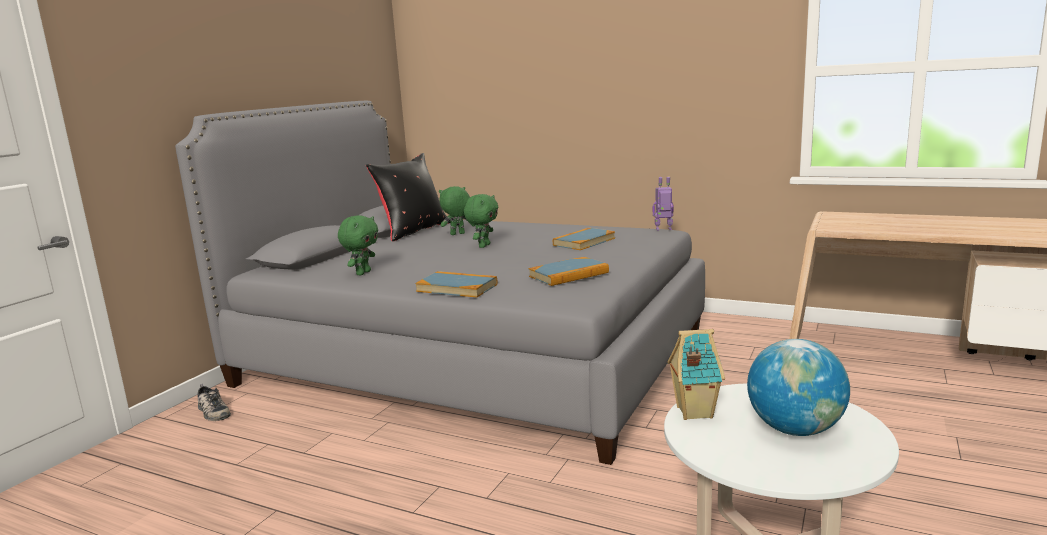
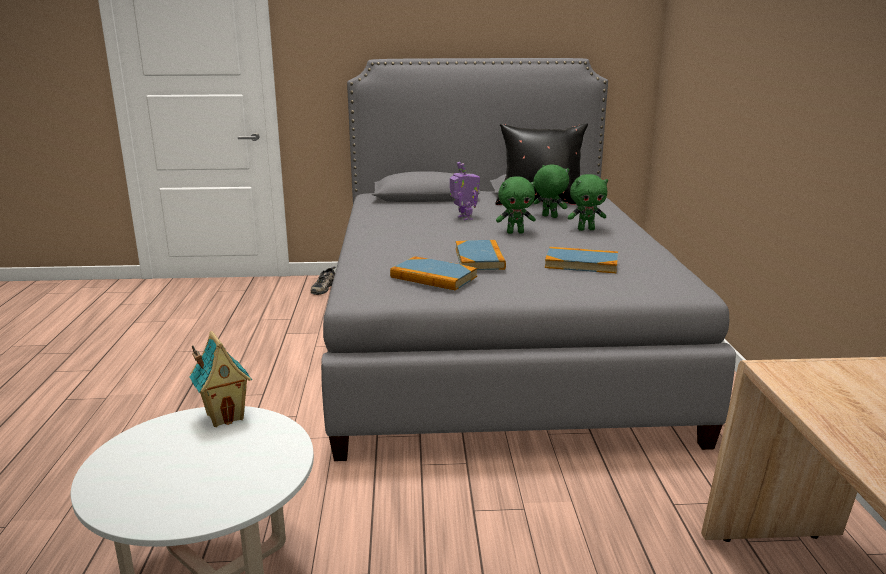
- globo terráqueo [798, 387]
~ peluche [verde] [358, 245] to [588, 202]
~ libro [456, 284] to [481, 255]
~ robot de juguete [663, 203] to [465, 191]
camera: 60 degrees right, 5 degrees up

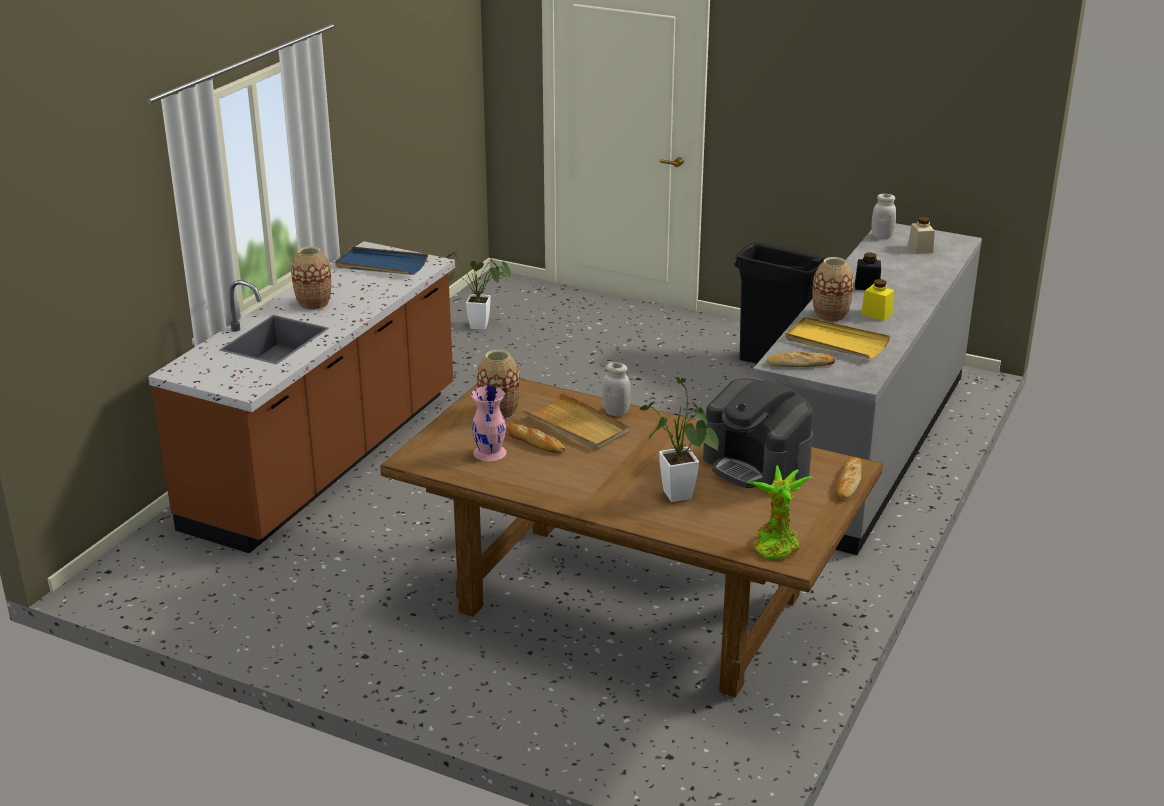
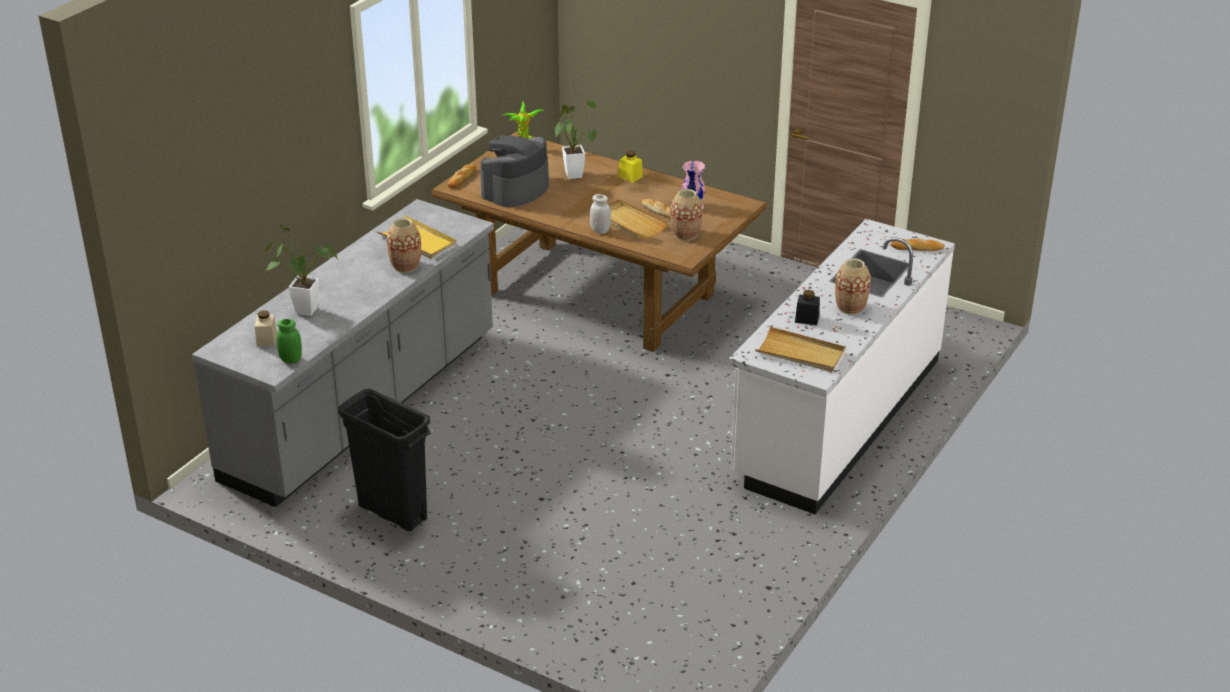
~ planta en maceta [479, 290] to [301, 270]
~ pan [801, 359] to [918, 244]
~ tarro [negro] [868, 271] to [807, 307]
~ tarro [amarillo] [877, 300] to [631, 166]
~ mueble bajo de cocina [marrón] [301, 397] to mueble bajo de cocina [blanco] [842, 366]
~ bandeja [azul] [381, 261] to bandeja [beis] [800, 349]
~ tarro [blanco] [884, 216] to tarro [verde] [289, 341]
~ cafetera [758, 435] = [514, 171] 105 degrees counterclockwise
camera: 175 degrees left, 5 degrees up

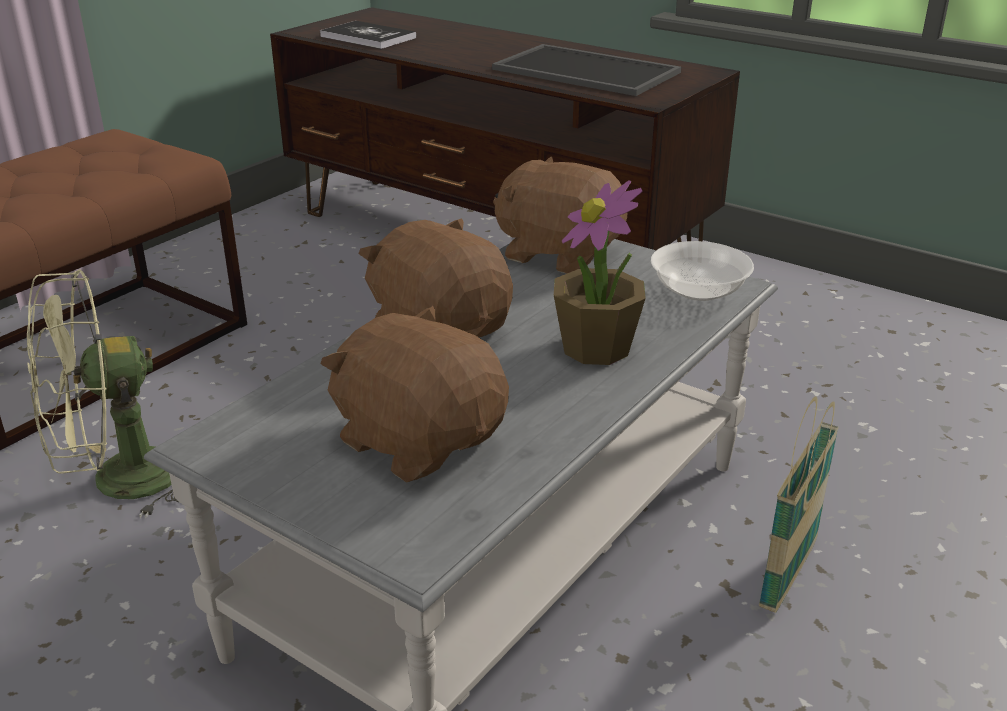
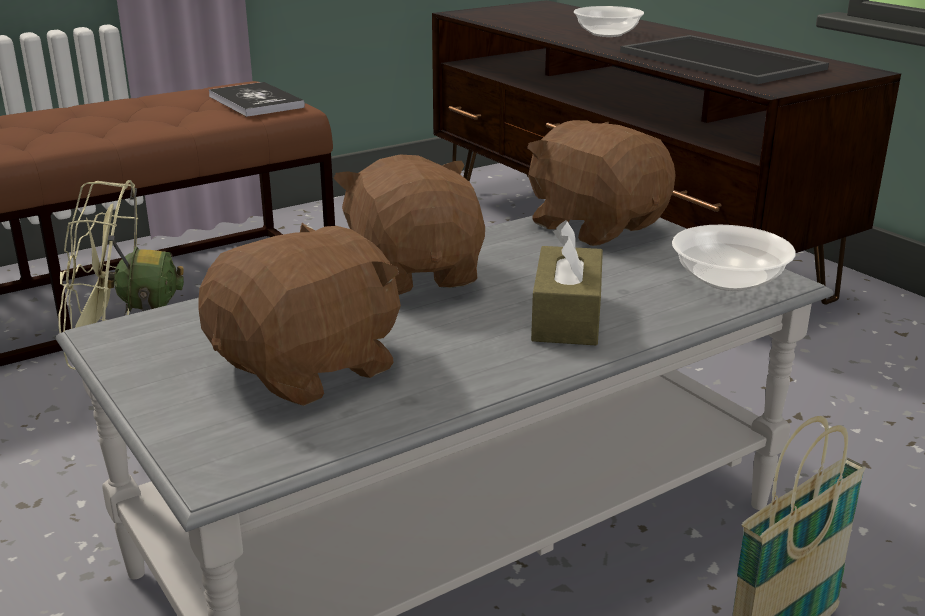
+ cuenco [609, 21]
~ libro [368, 35] to [257, 99]
~ planta en maceta [600, 273] to caja de pañuelos [marrón] [567, 282]
~ peluche [marrón] [414, 394] = [299, 314] 75 degrees clockwise
camera: 20 degrees right, 5 degrees down

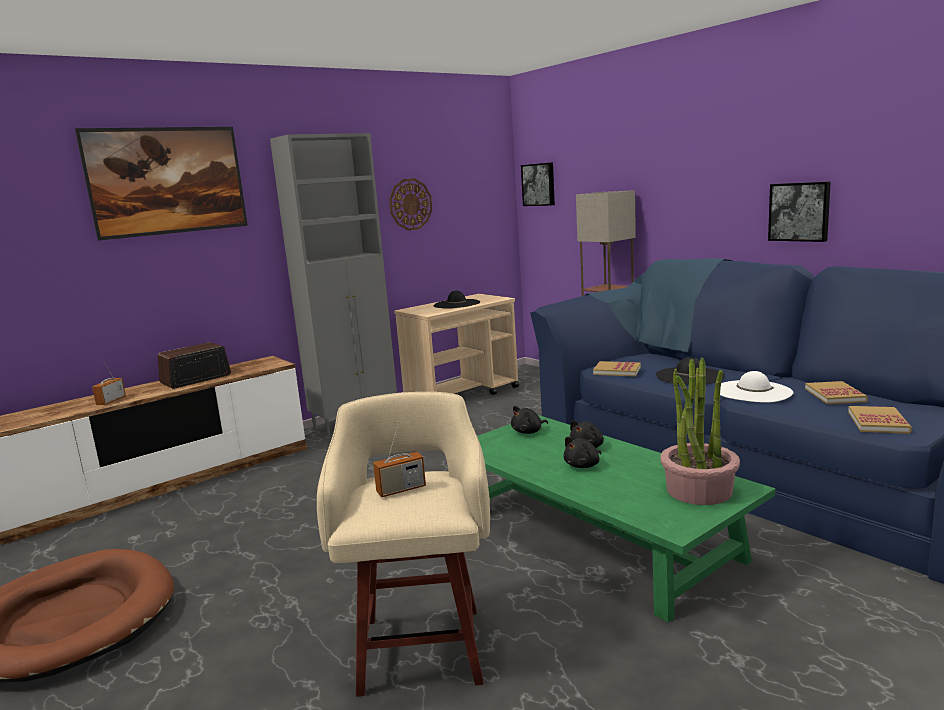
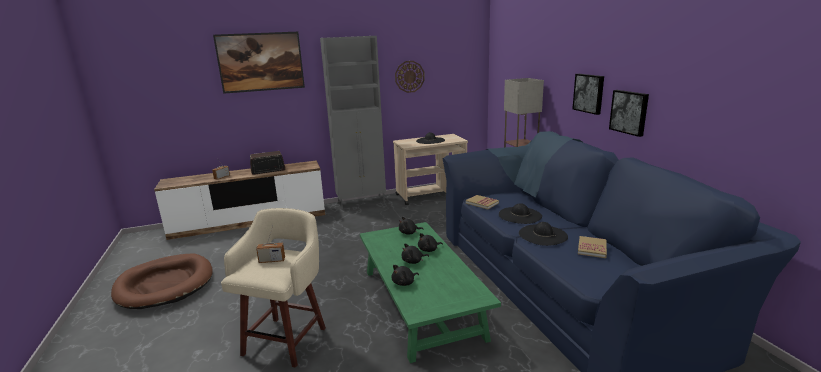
- planta en maceta [700, 431]
- libro [880, 420]
+ peluche [negro] [405, 275]
~ cuadro [538, 184] to [588, 94]
~ sombrero [blanco] [756, 387] to sombrero [negro] [543, 234]
camera: 20 degrees right, 5 degrees up

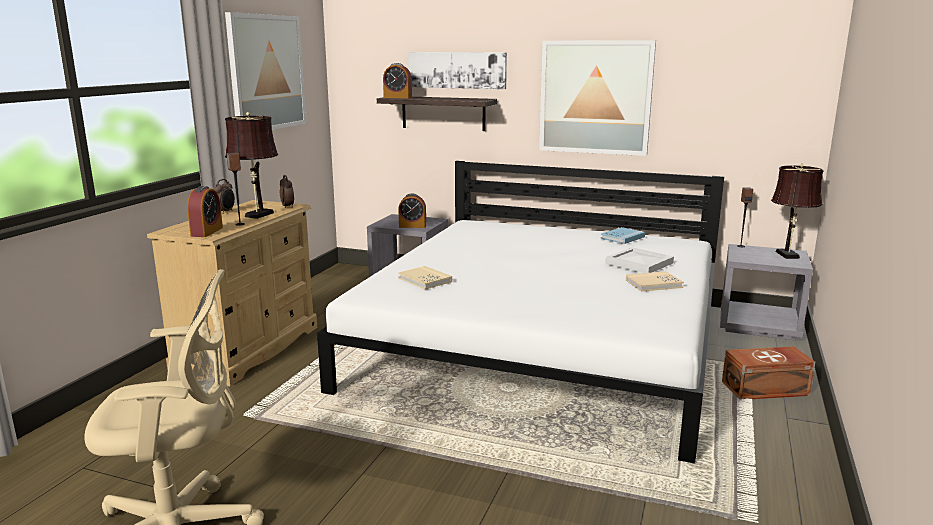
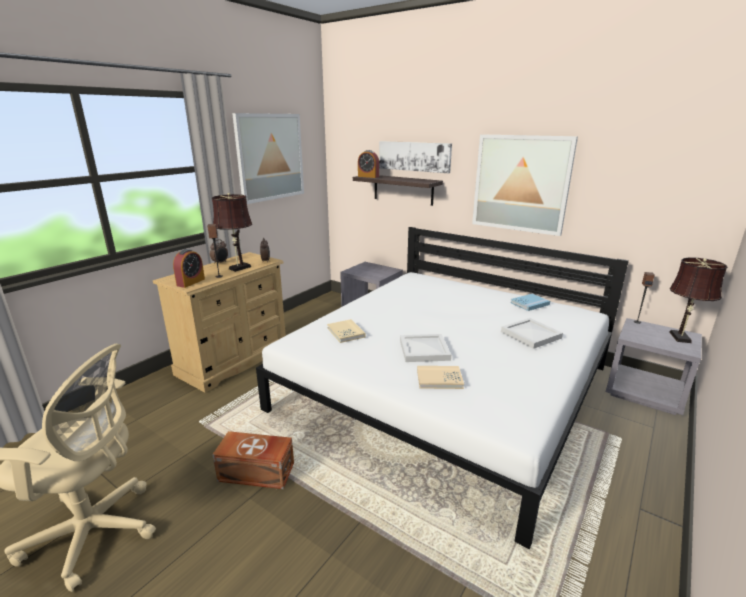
- despertador [412, 210]
+ bandeja [blanco] [425, 348]
~ libro [beis] [655, 281] to [440, 377]
~ caja de almacenaje [marrón] [768, 373] to [253, 460]
camera: 15 degrees right, 5 degrees up

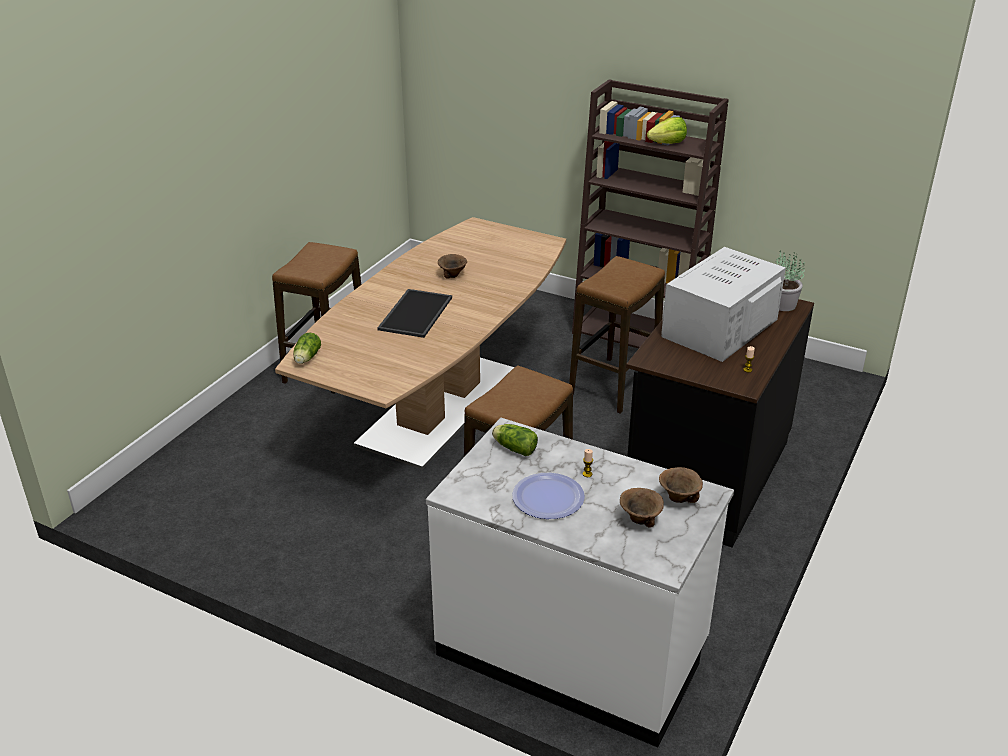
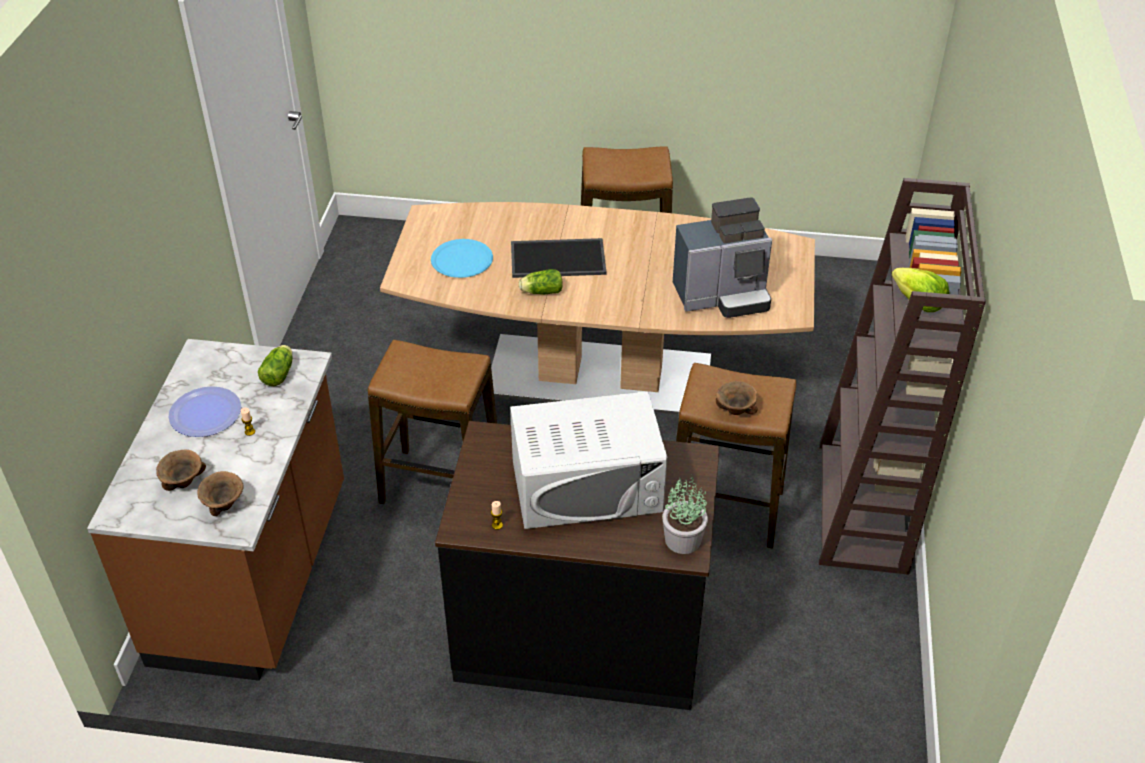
+ plato [azul] [462, 258]
+ cafetera [722, 257]
~ lechuga [307, 348] to [541, 281]
~ cuenco [marrón] [452, 266] to [737, 398]
~ mueble bajo de cocina [blanco] [580, 582] to mueble bajo de cocina [marrón] [215, 510]
~ microondas [blanco] [723, 304] = [589, 460] 150 degrees clockwise
camera: 70 degrees right, 10 degrees up

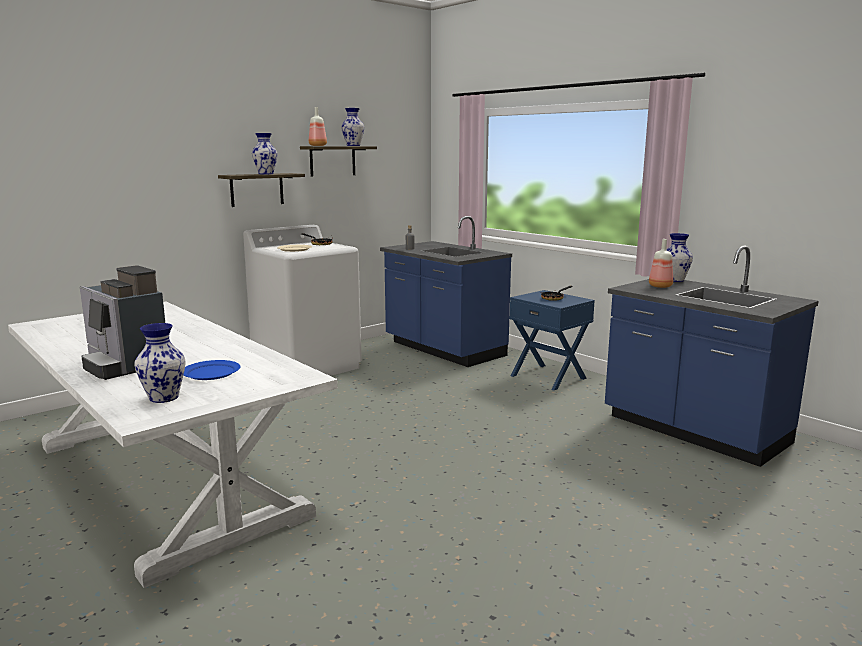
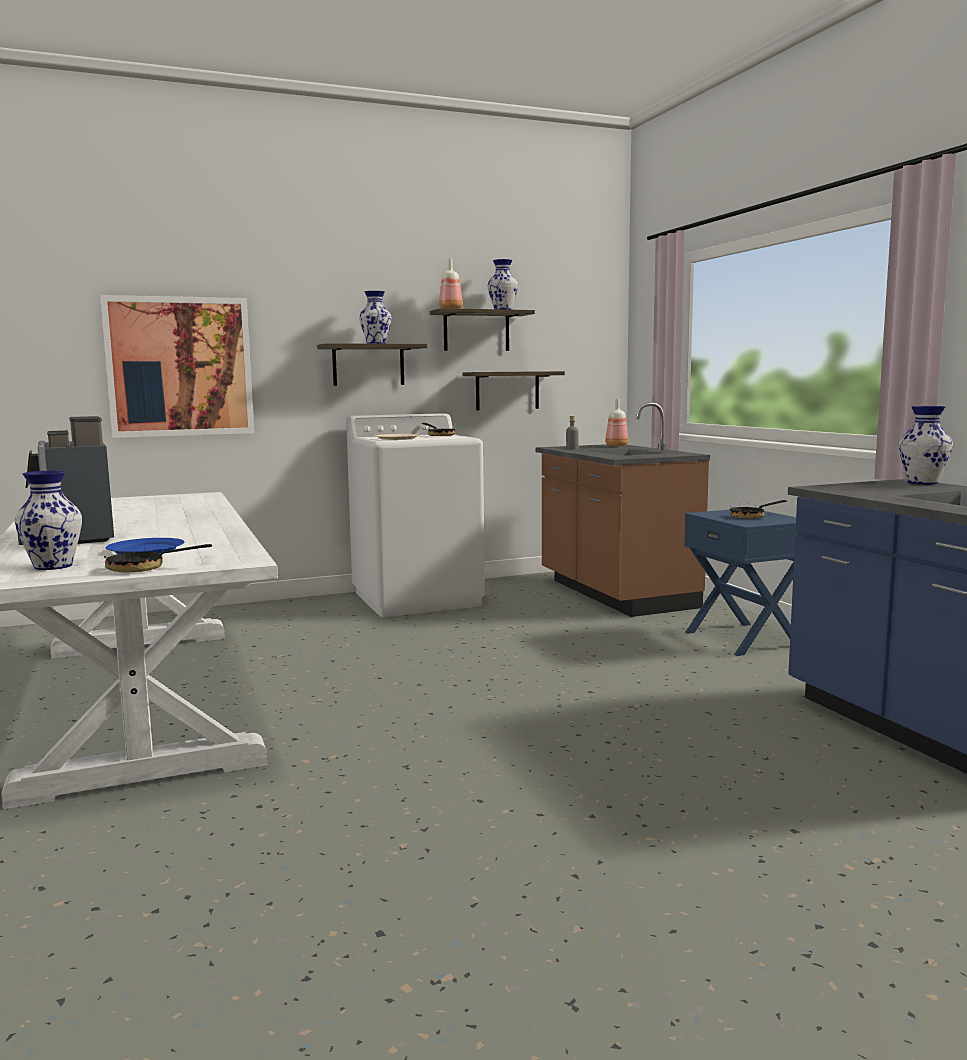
+ cuadro [177, 366]
+ sartén [158, 558]
+ estante [514, 390]
~ botella [661, 263] to [616, 422]
~ mueble bajo de cocina [azul] [446, 291] to mueble bajo de cocina [marrón] [622, 509]
camera: 20 degrees right, 5 degrees down

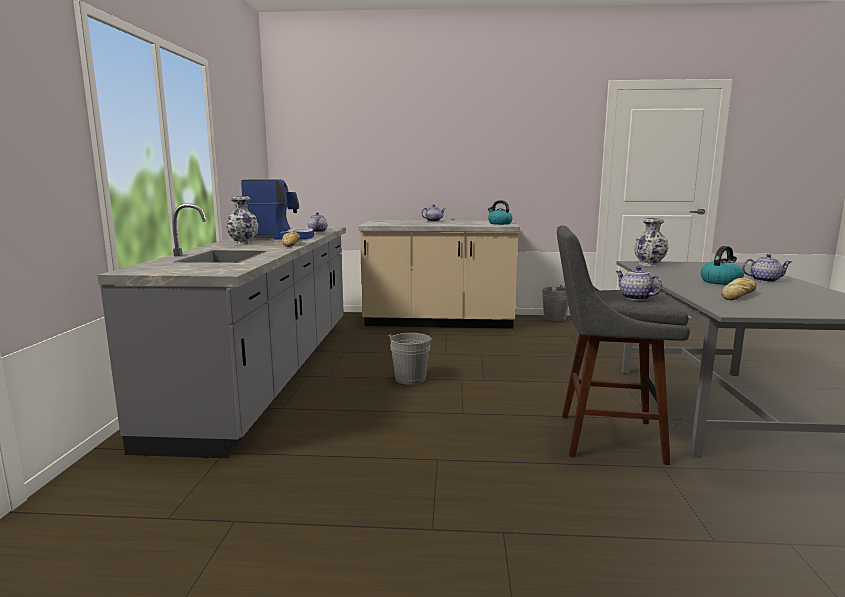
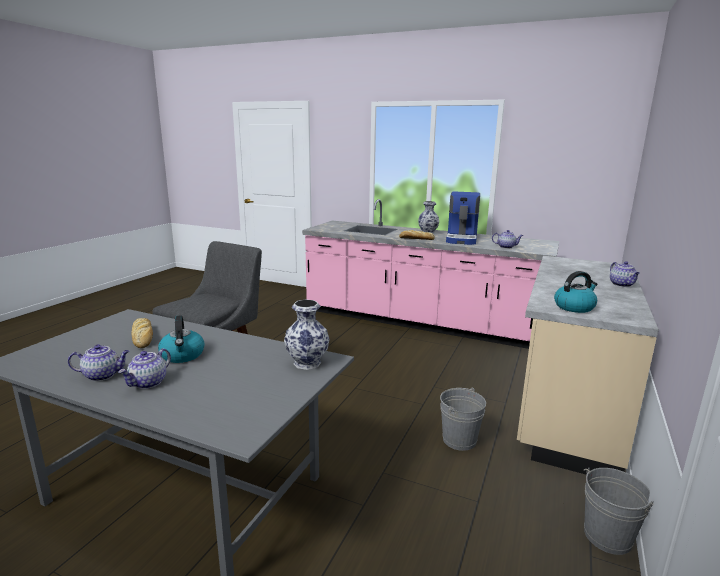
~ cubo [gris] [410, 359] to [463, 419]
~ tetera [639, 283] to [98, 362]
~ mueble bajo de cocina [gris] [221, 330] to mueble bajo de cocina [rosa] [430, 274]
camera: 110 degrees right, 5 degrees up

